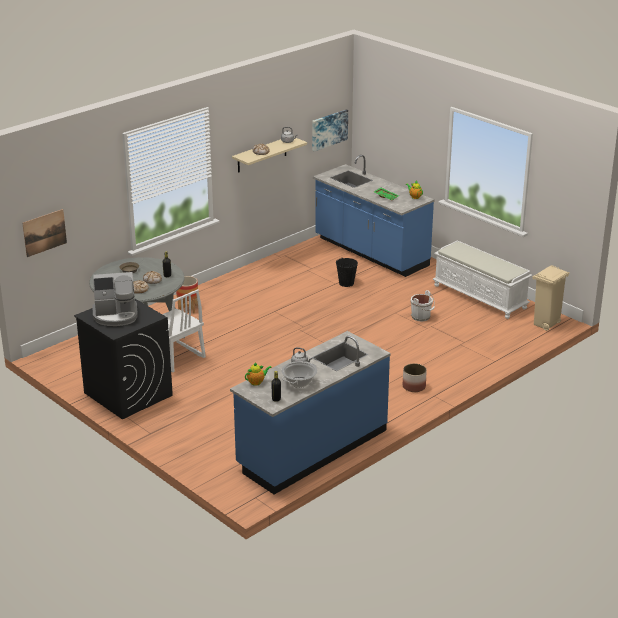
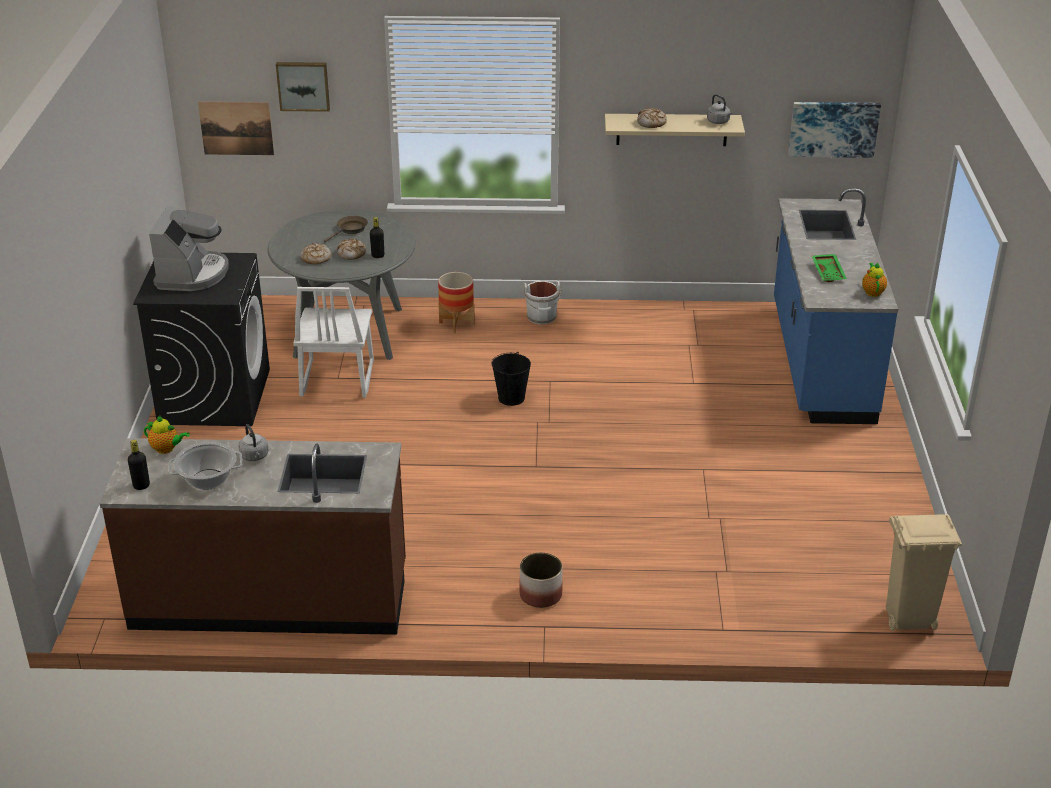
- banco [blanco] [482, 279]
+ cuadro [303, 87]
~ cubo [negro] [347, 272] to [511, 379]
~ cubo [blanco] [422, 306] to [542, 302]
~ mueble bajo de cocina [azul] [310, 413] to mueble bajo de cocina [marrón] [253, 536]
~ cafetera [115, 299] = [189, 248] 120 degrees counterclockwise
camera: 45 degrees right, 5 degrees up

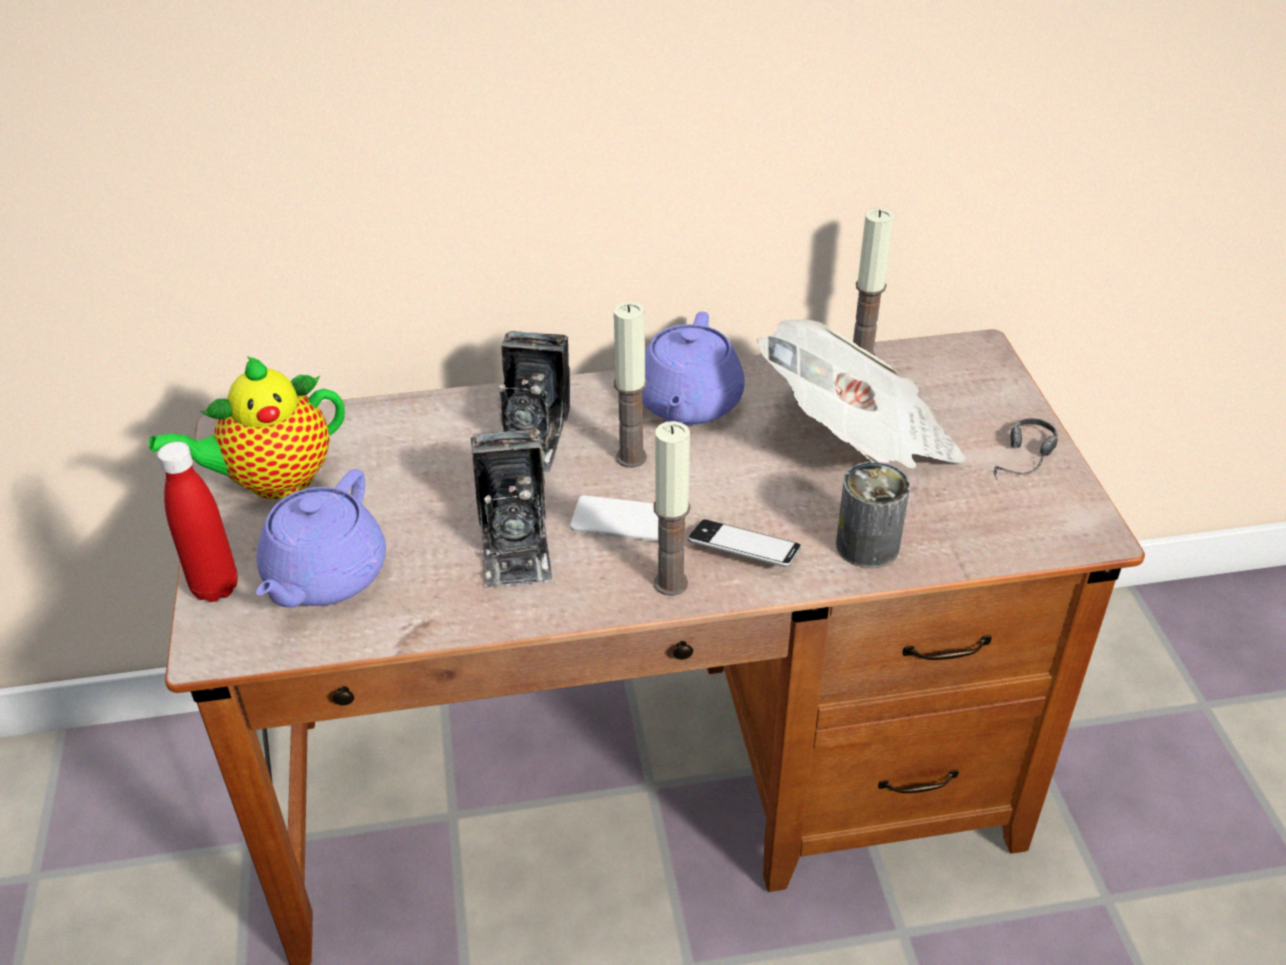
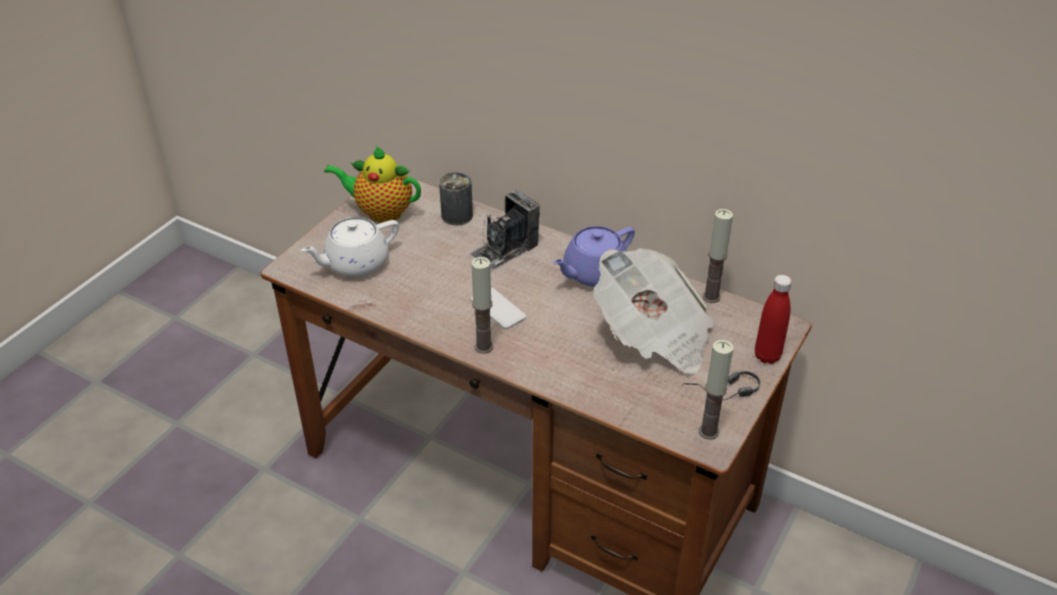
- cámara [511, 508]
- móvil [744, 543]
~ botella [rojo] [197, 522] to [773, 319]
~ vela [630, 385] to [716, 390]
~ lata [873, 515] to [456, 198]
~ tetera [morado] [321, 538] to tetera [blanco] [350, 247]
camera: 40 degrees right, 0 degrees up

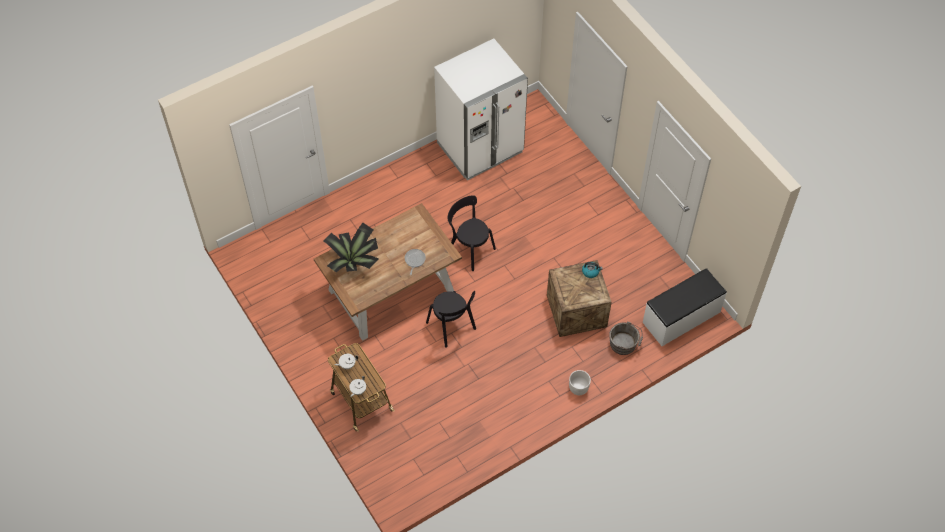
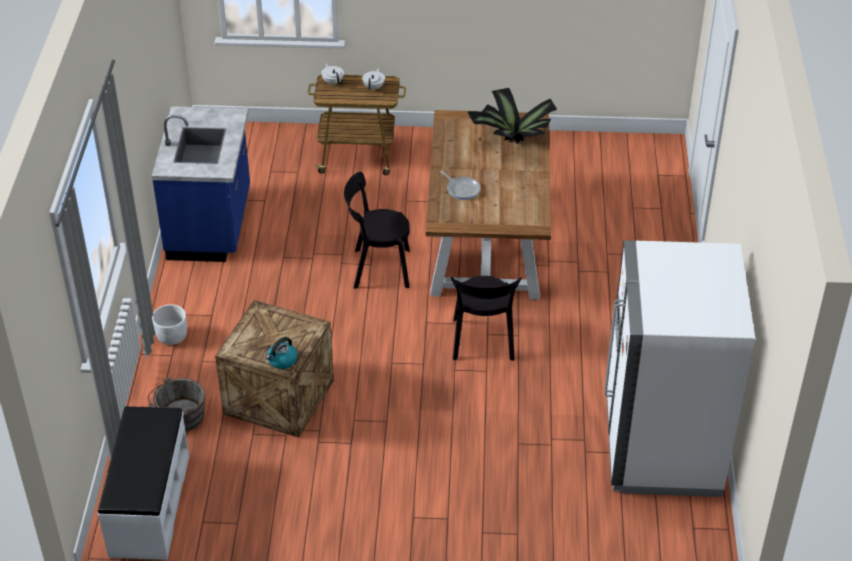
+ mueble bajo de cocina [azul] [201, 184]
~ silla [negro] [472, 233] = [486, 318] 105 degrees clockwise
camera: 125 degrees right, 15 degrees down

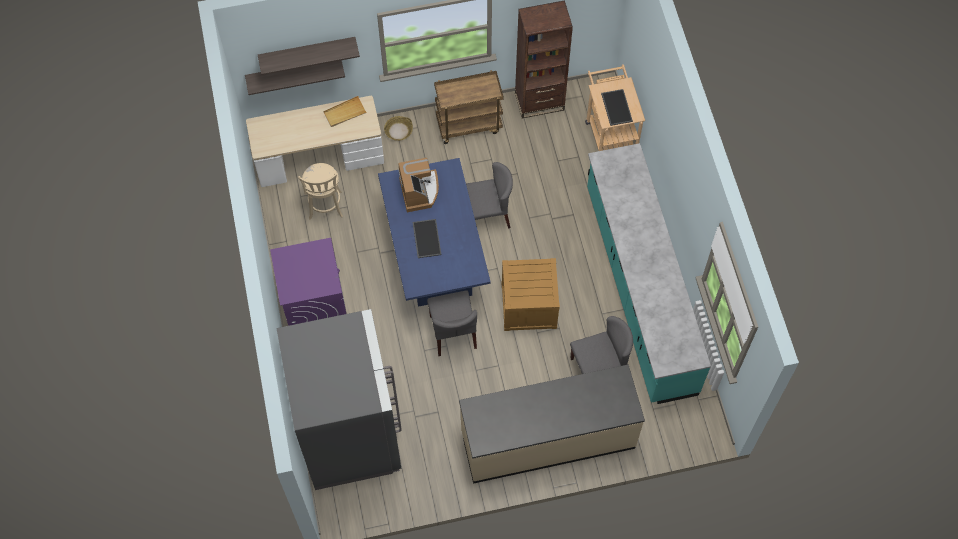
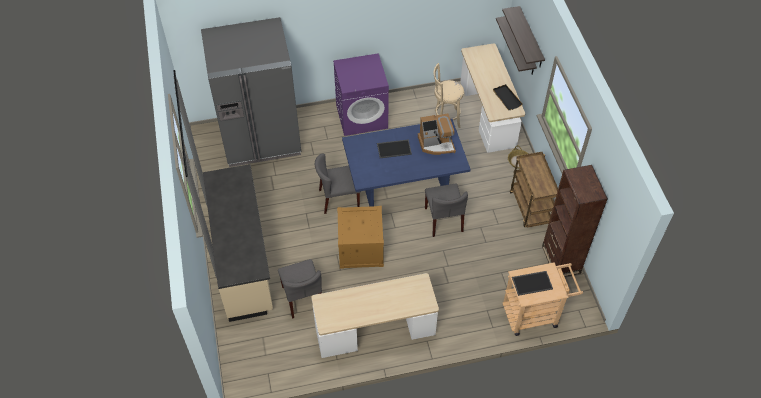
~ mueble bajo de cocina [turquesa] [649, 273] to escritorio [375, 315]
~ bandeja [beis] [345, 111] to bandeja [negro] [507, 97]
camera: 90 degrees right, 10 degrees down

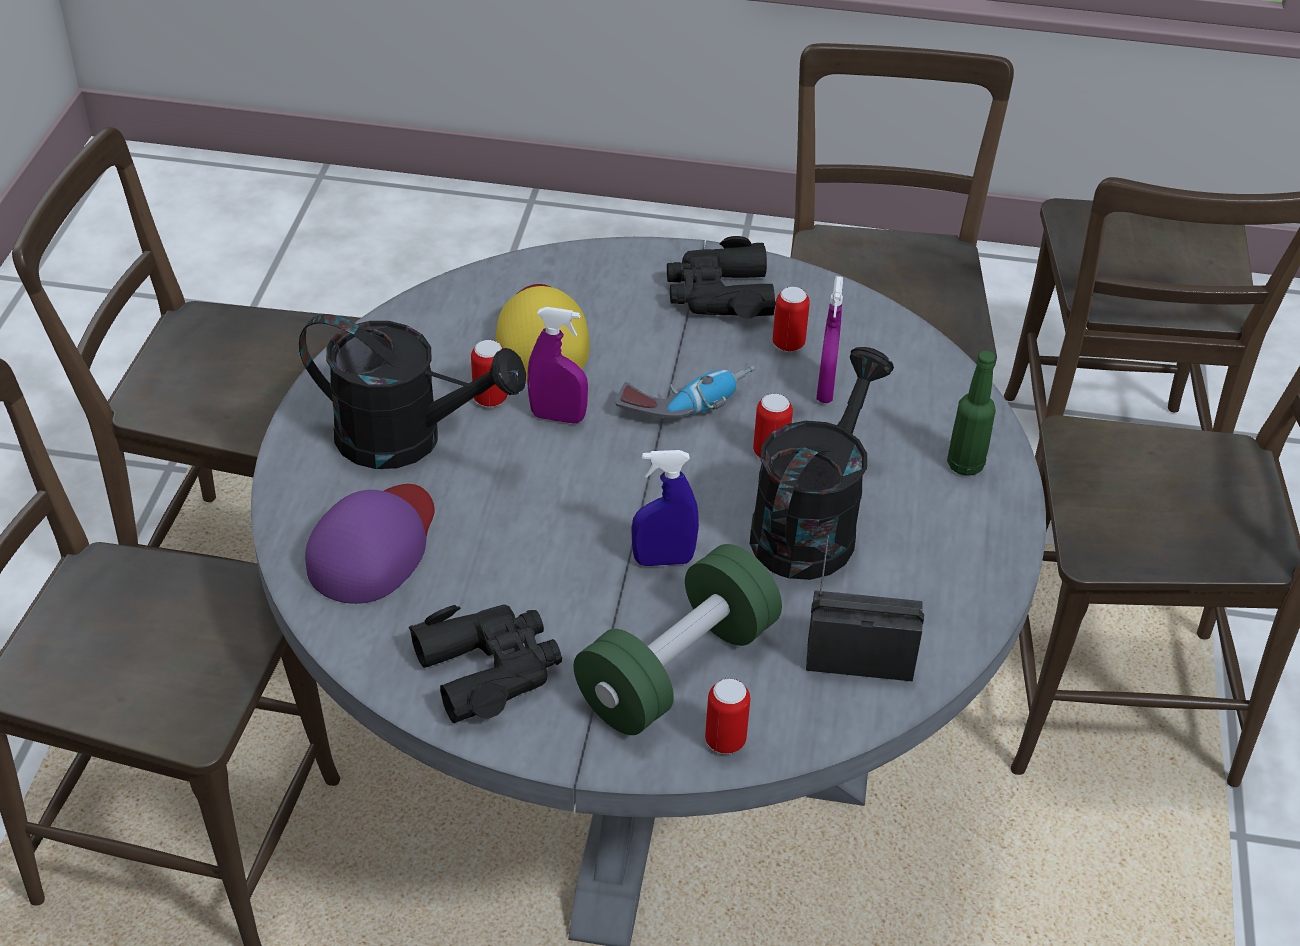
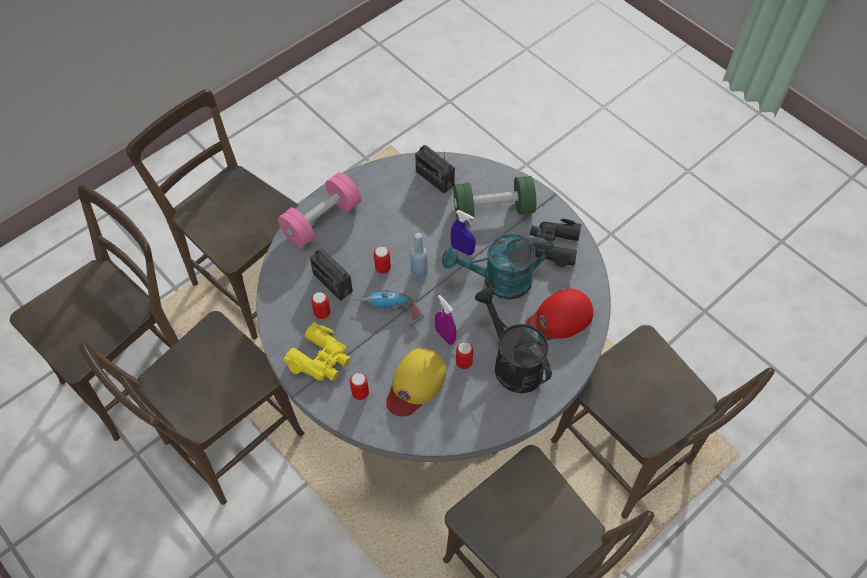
- regadera [negro] [822, 463]
+ botella [azul] [419, 255]
+ regadera [turquesa] [495, 267]
~ lata [727, 716] to [359, 386]
~ pulverizador [morado] [829, 339] to radio [331, 275]
~ botella [verde] [971, 413] to mancuerna [rosa] [319, 210]
~ gorra [morado] [370, 544] to gorra [rojo] [559, 314]
~ prismáticos [negro] [721, 277] to prismáticos [amarillo] [316, 351]
camera: 140 degrees left, 15 degrees up

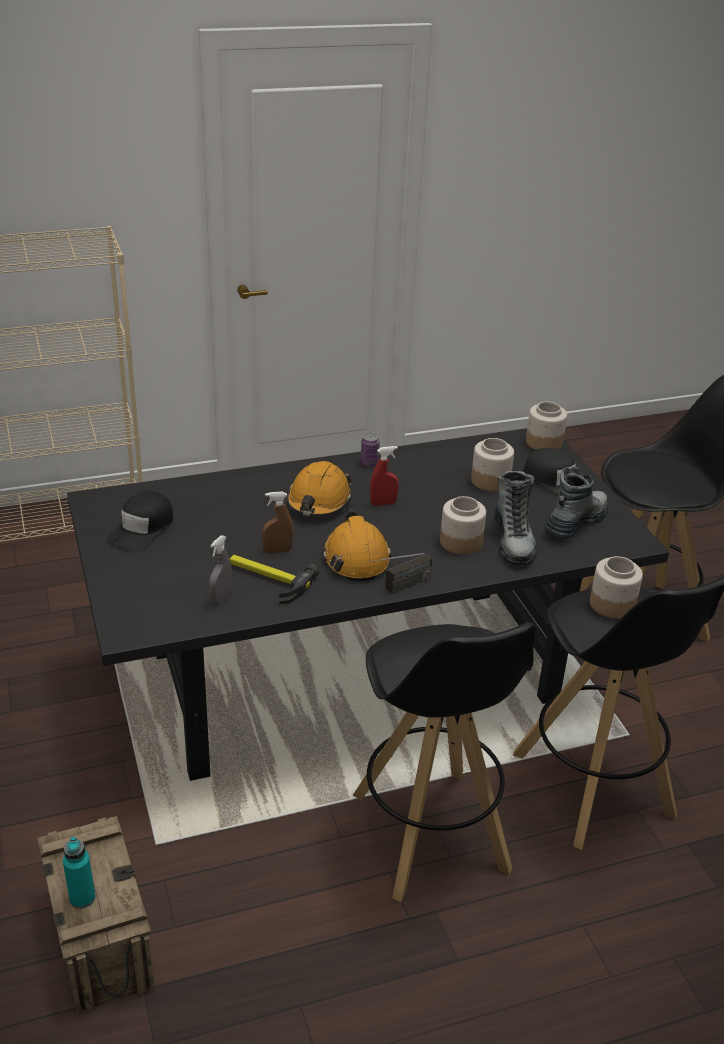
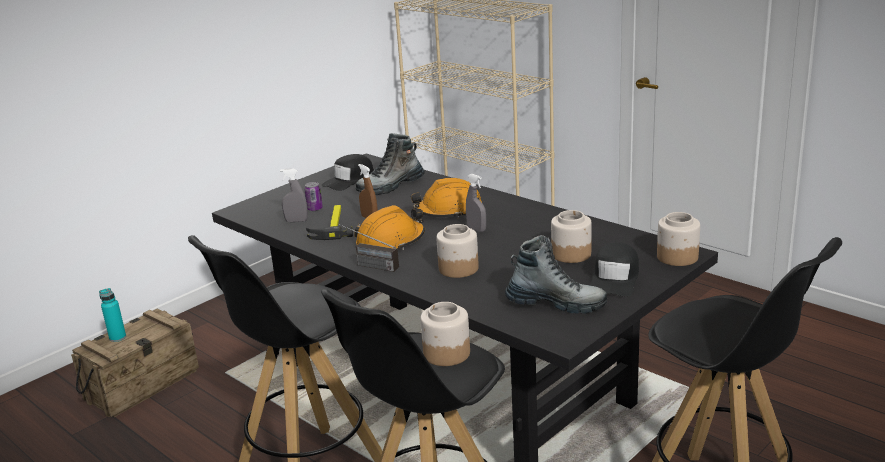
~ lata [370, 449] to [313, 196]
~ bota [515, 518] to [390, 164]
~ pulverizador [rojo] [384, 476] to pulverizador [gris] [476, 203]
~ gorra [negro] [140, 521] = [347, 172] 45 degrees counterclockwise
camera: 65 degrees right, 10 degrees down

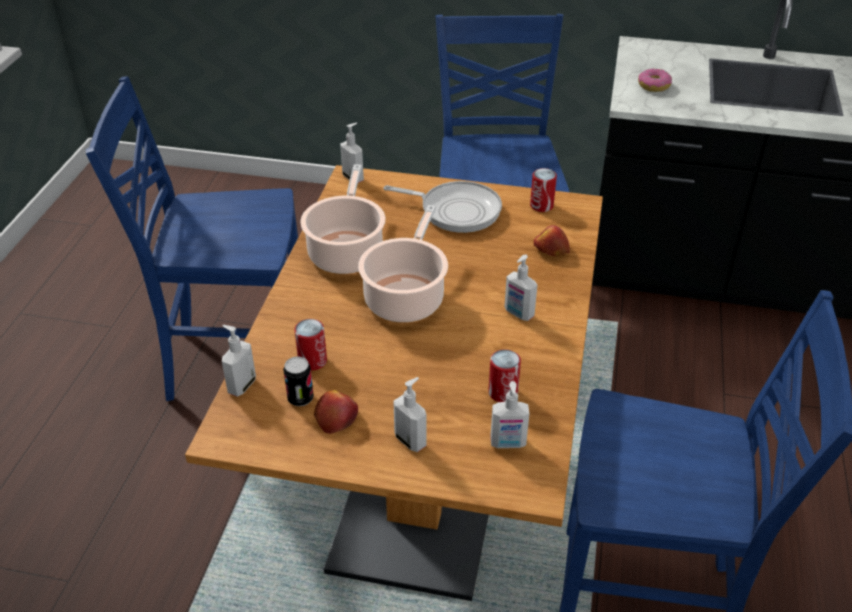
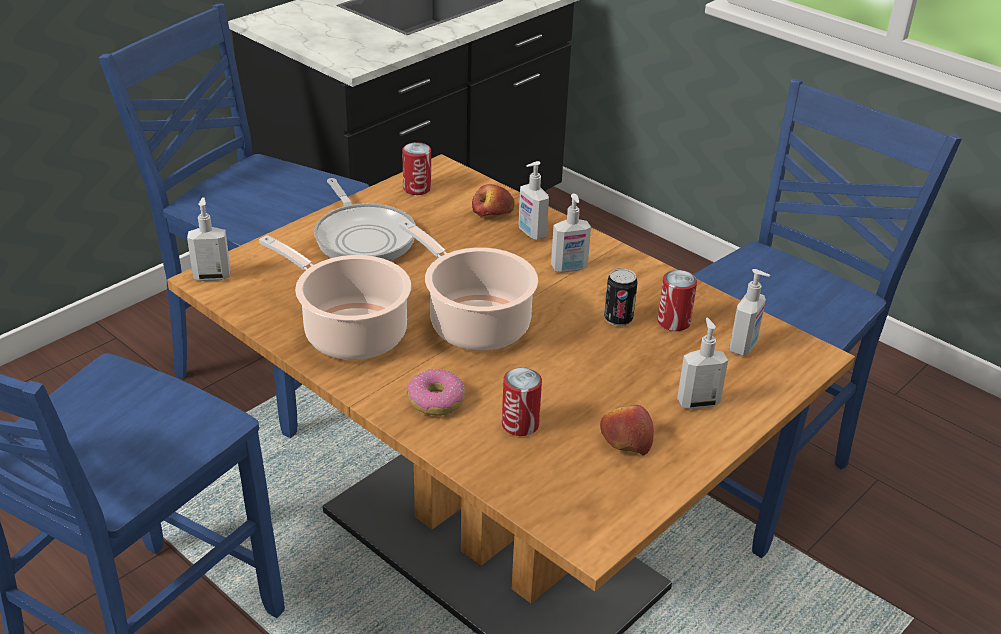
~ dispensador de jabón [239, 361] to [534, 200]
~ lata [298, 381] to [621, 297]
~ rosquilla [655, 80] to [436, 392]
~ sartén [442, 207] = [365, 219] 105 degrees clockwise
camera: 60 degrees left, 5 degrees down

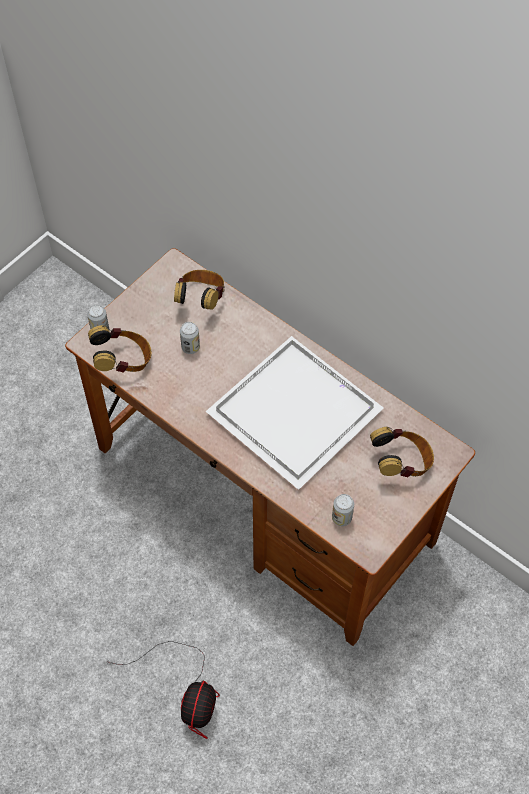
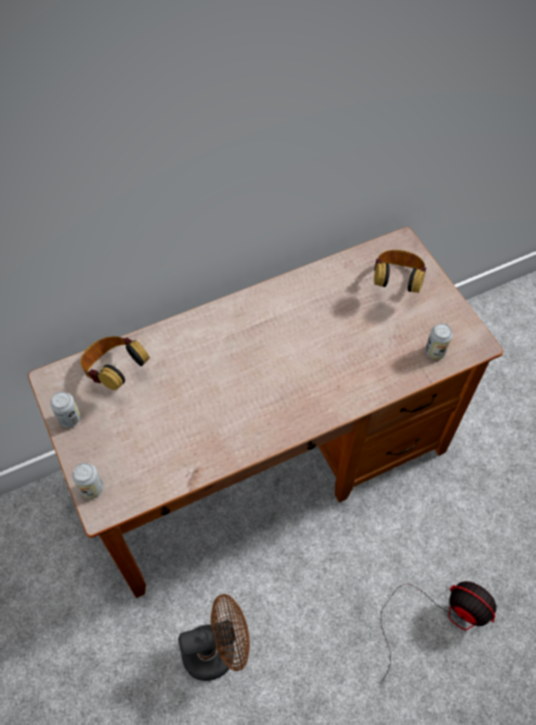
- auriculares [120, 349]
- bandeja [blanco] [295, 413]
+ ventilador [marrón] [214, 637]
~ lata [190, 338] to [65, 409]
camera: 65 degrees left, 0 degrees up

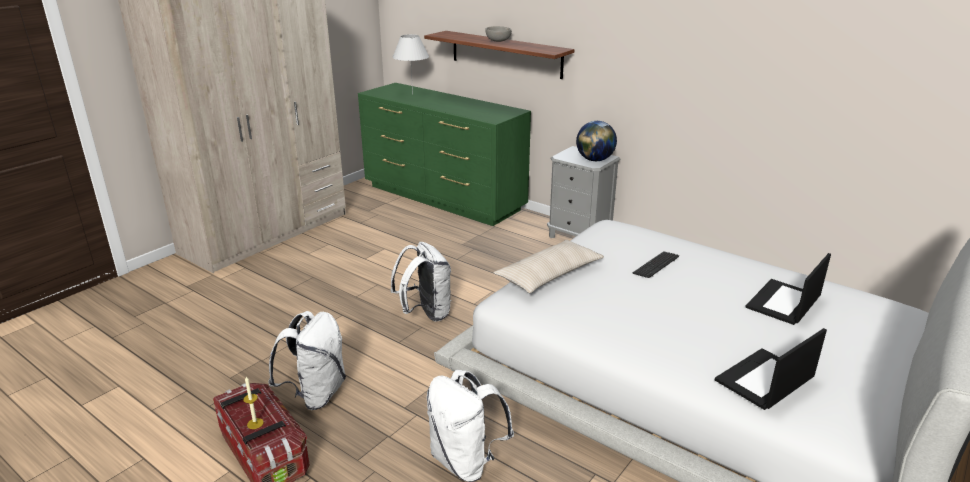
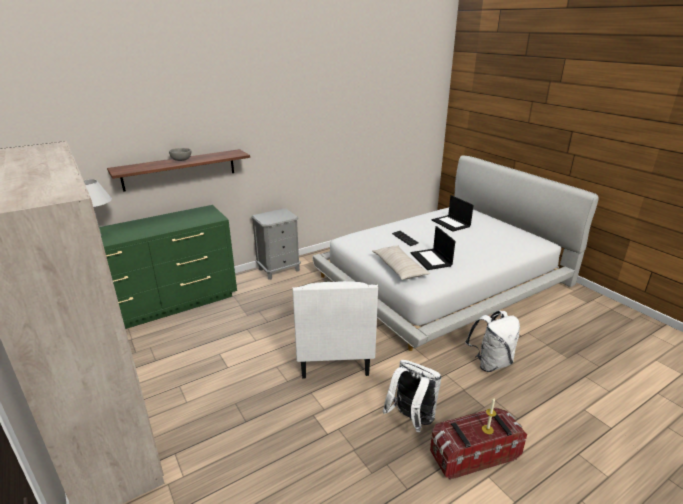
- globo terráqueo [596, 141]
~ portátil [771, 369] to [433, 248]
~ mochila [blanco] [420, 282] to sillón [blanco] [335, 330]
camera: 70 degrees left, 0 degrees up

